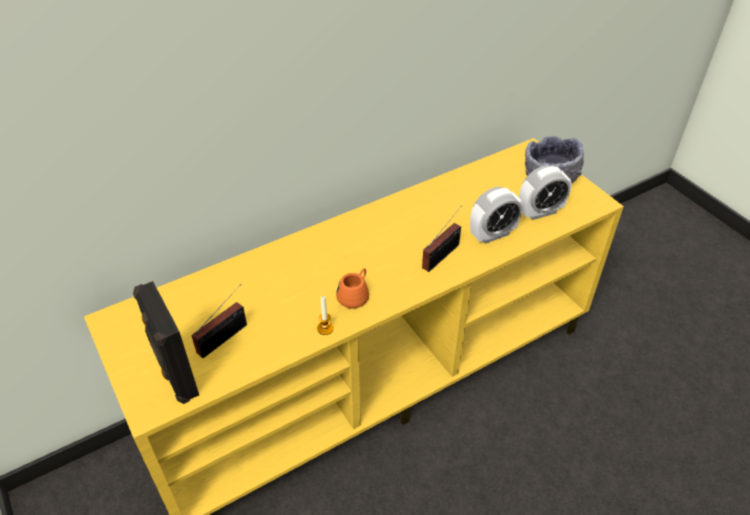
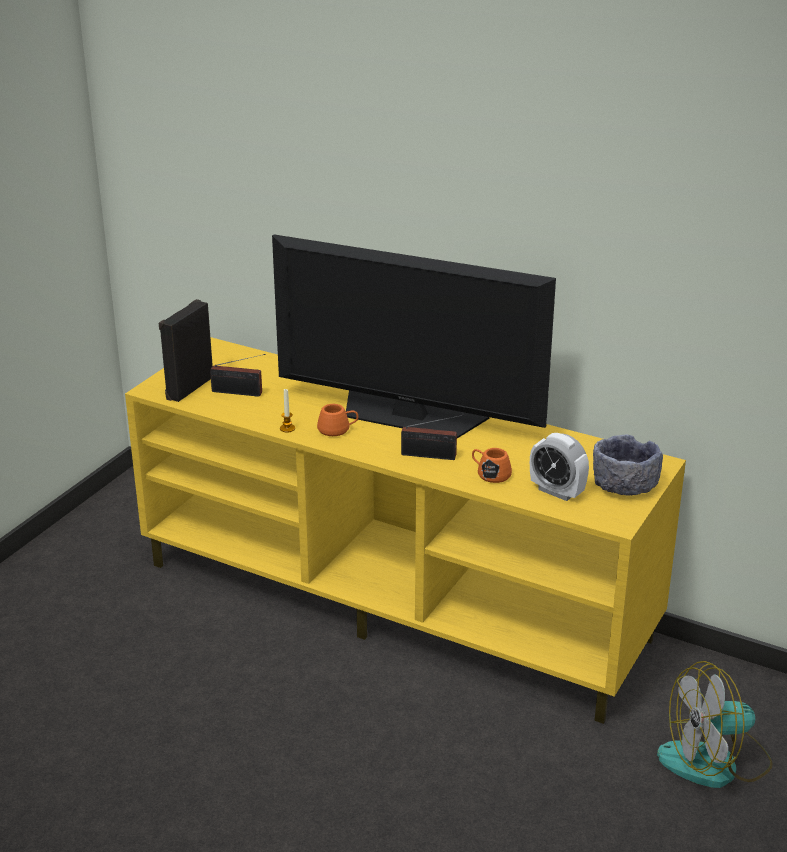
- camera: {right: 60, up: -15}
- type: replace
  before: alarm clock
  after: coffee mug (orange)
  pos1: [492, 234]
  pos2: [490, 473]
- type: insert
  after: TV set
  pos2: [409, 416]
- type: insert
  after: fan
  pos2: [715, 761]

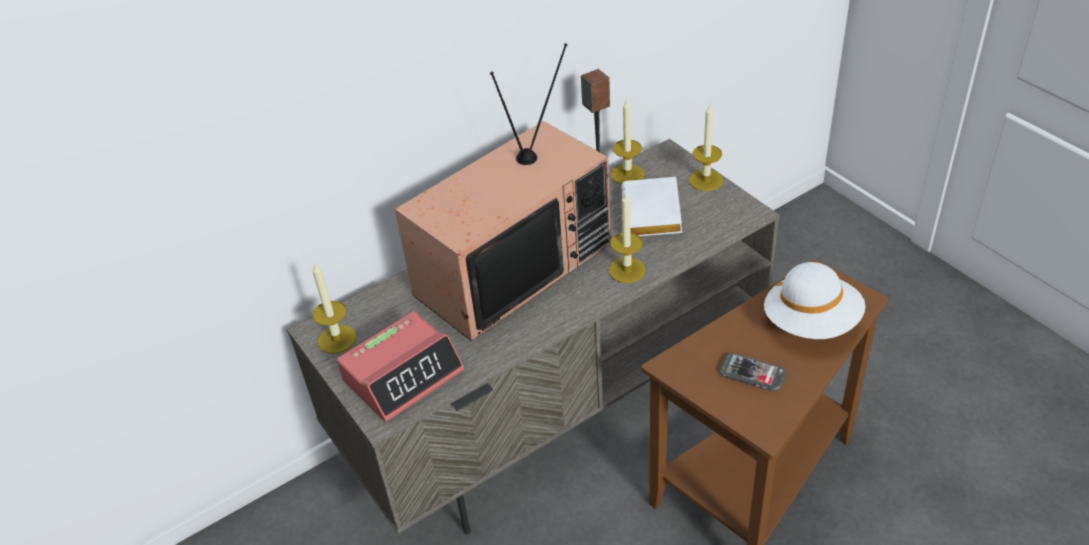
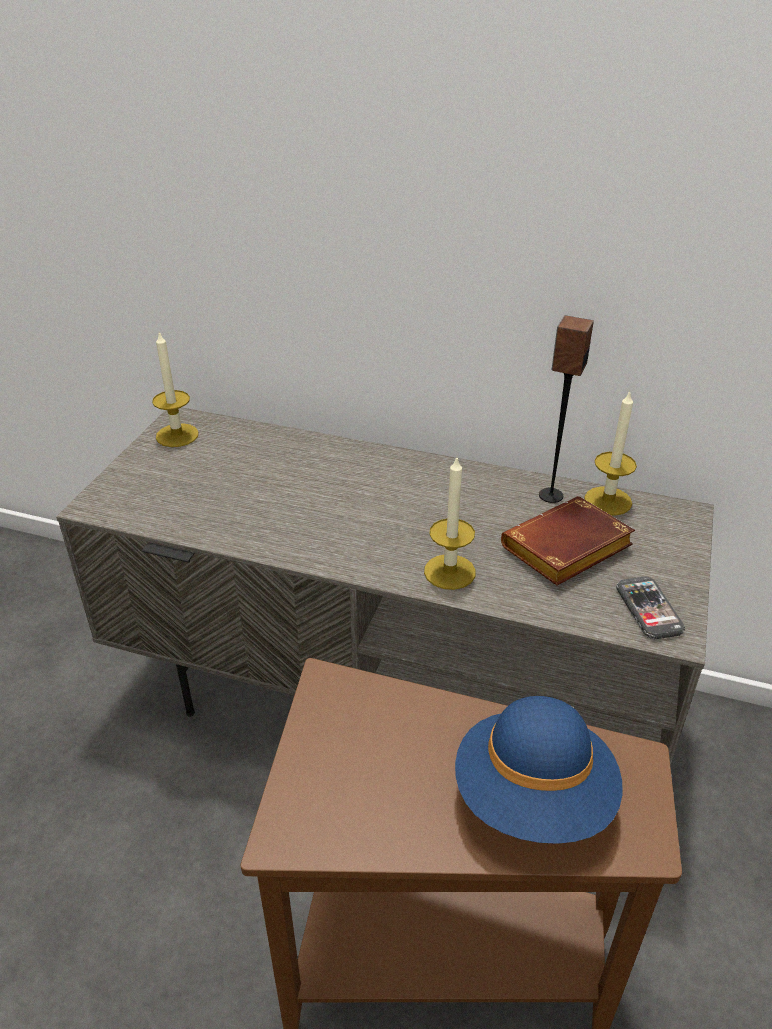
- camera: {right: 50, up: -5}
- type: delete
  before: alarm clock
  pos1: [403, 375]
- type: delete
  before: TV set
  pos1: [513, 266]
- type: recolor
  before: bound book (whitish)
  after: bound book (brown)
  pos1: [654, 215]
  pos2: [566, 551]
- type: delete
  before: wax candle
  pos1: [705, 180]
- type: move
  before: handset
  pos1: [752, 373]
  pos2: [649, 609]
- type: recolor
  before: clothing hat (whitish)
  after: clothing hat (blue)
  pos1: [811, 322]
  pos2: [534, 797]

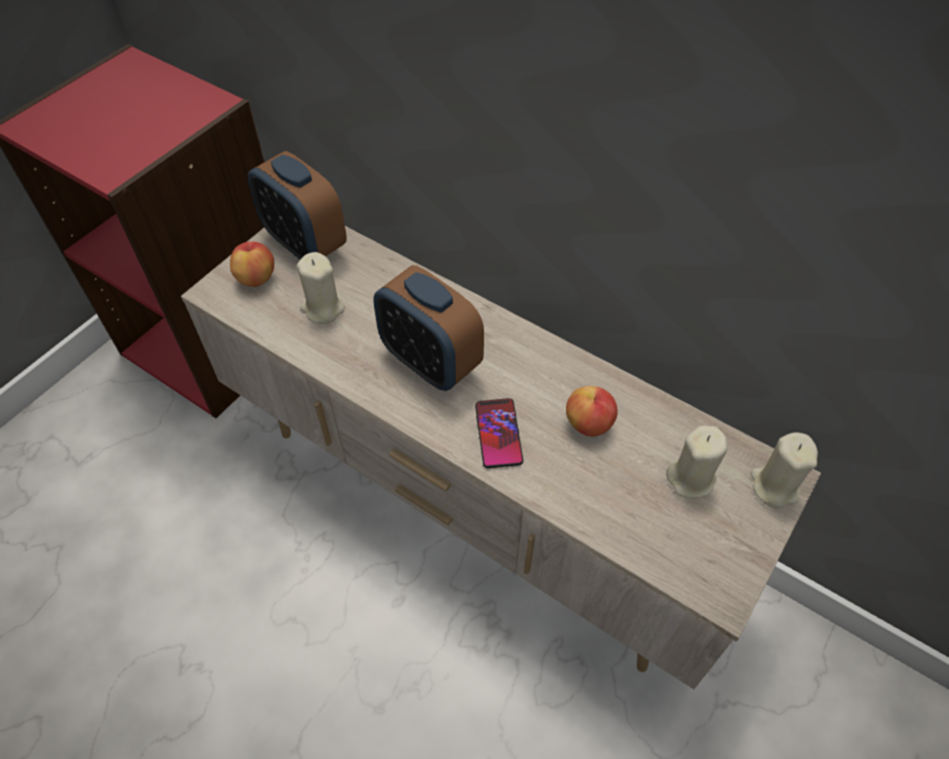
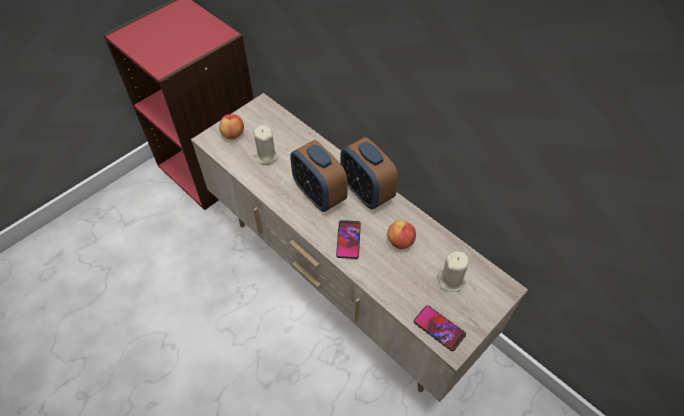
- camera: {right: 10, up: 0}
- type: move
  before: alarm clock
  pos1: [305, 244]
  pos2: [366, 192]
- type: delete
  before: wax candle (sand-coloured)
  pos1: [774, 486]
- type: insert
  after: handset
  pos2: [439, 328]

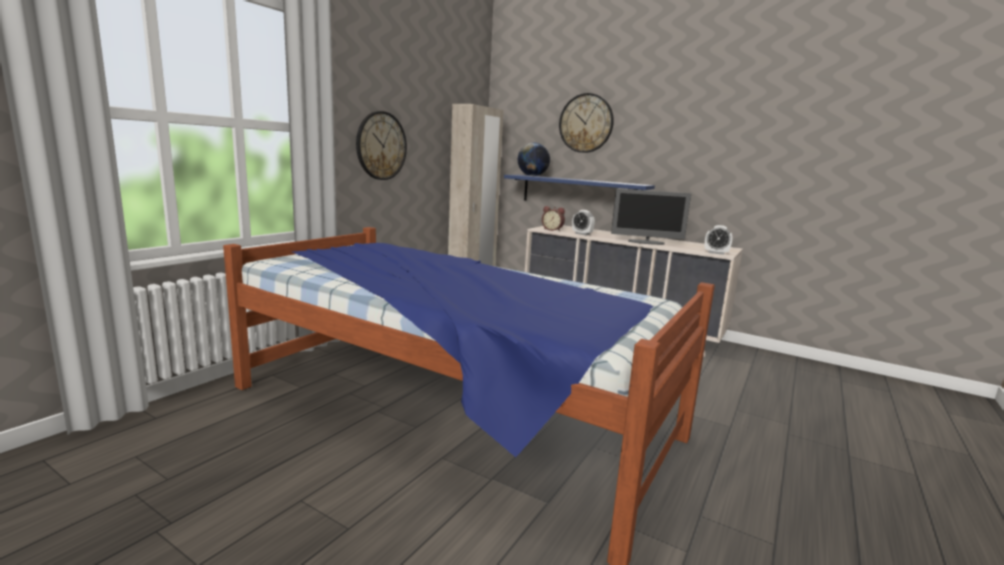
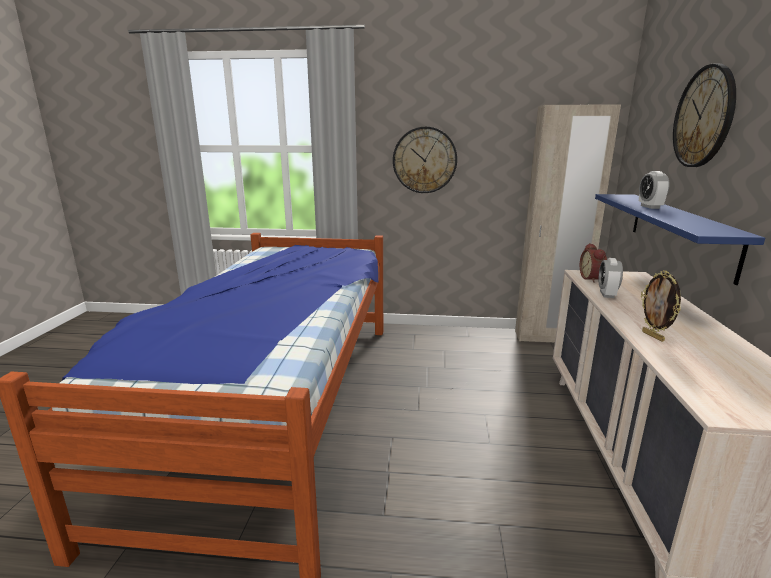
- camera: {right: 65, up: 5}
- type: delete
  before: globe
  pos1: [532, 176]
- type: replace
  before: computer screen
  after: photo frame
  pos1: [646, 242]
  pos2: [653, 336]
- type: move
  before: alarm clock
  pos1: [716, 253]
  pos2: [650, 207]

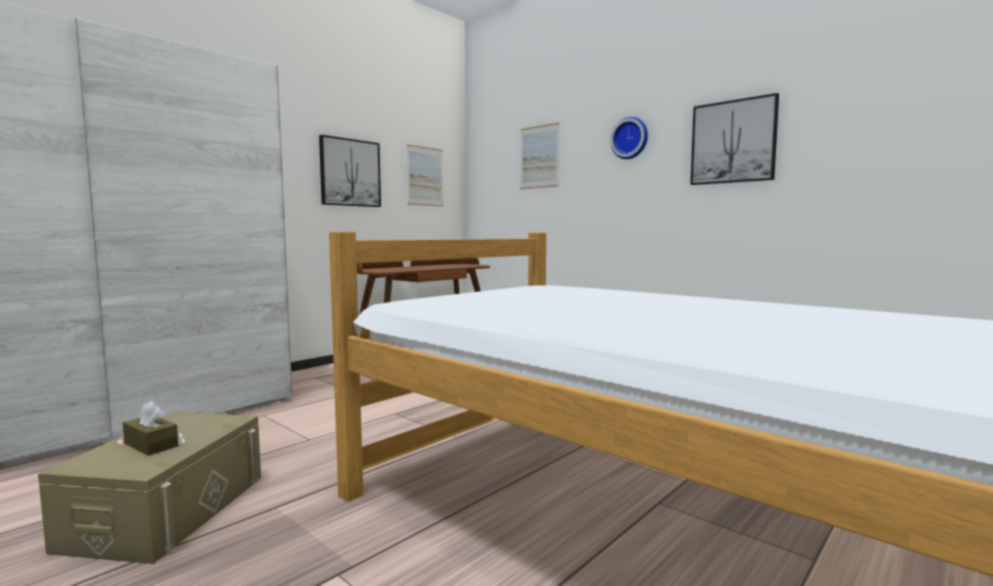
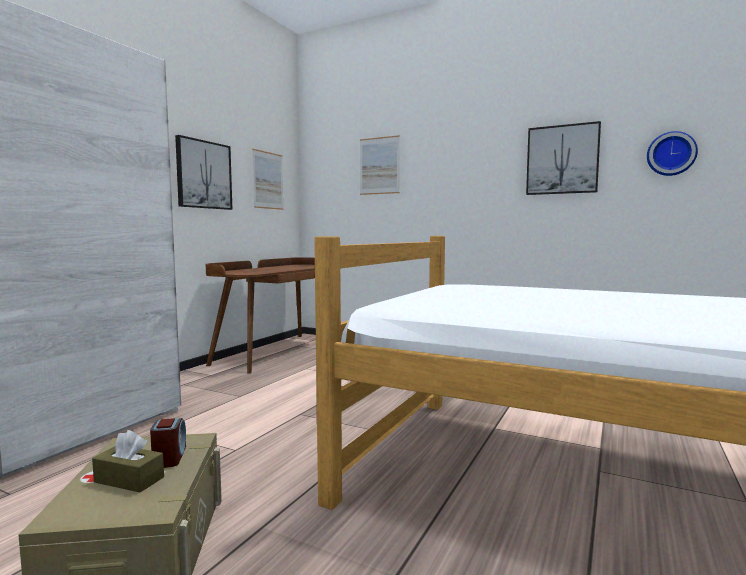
- camera: {right: -15, up: 0}
- type: move
  before: clock on the wall
  pos1: [630, 138]
  pos2: [671, 154]
- type: insert
  after: alarm clock
  pos2: [169, 457]

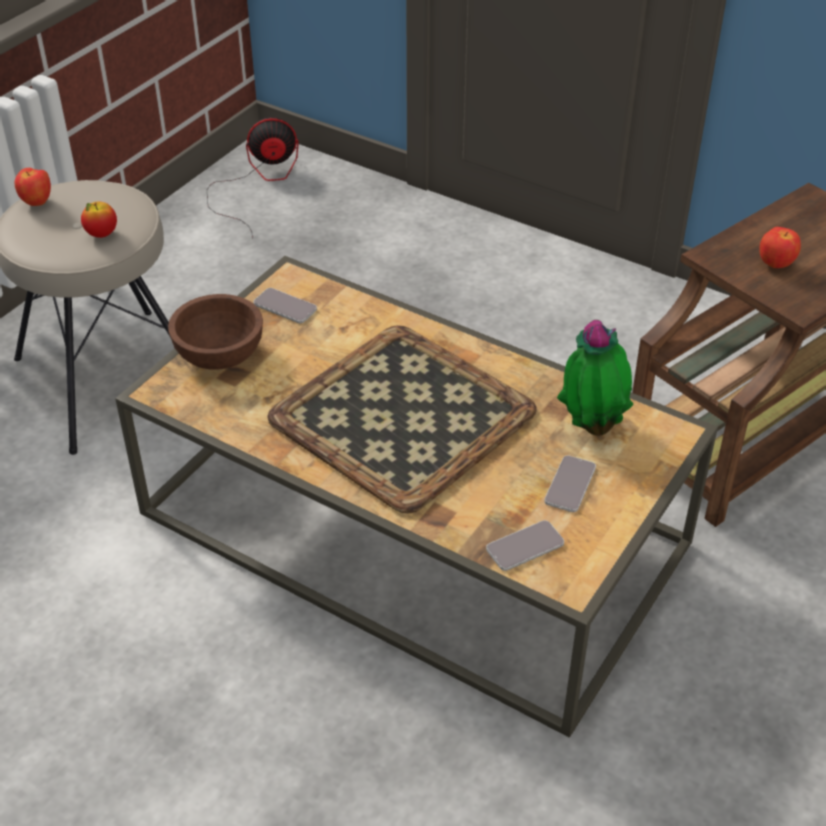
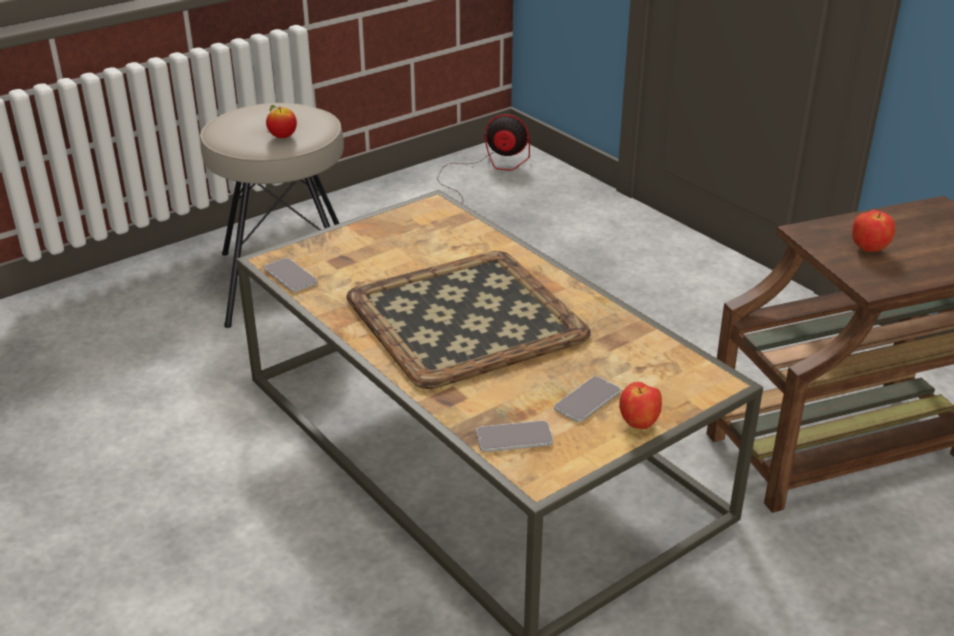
- camera: {right: 20, up: -10}
- type: move
  before: apple fruit
  pos1: [37, 203]
  pos2: [639, 424]
- type: delete
  before: serving bowl (brown)
  pos1: [219, 355]
- type: move
  before: handset
  pos1: [285, 307]
  pos2: [290, 276]
- type: delete
  before: houseplant
  pos1: [592, 426]

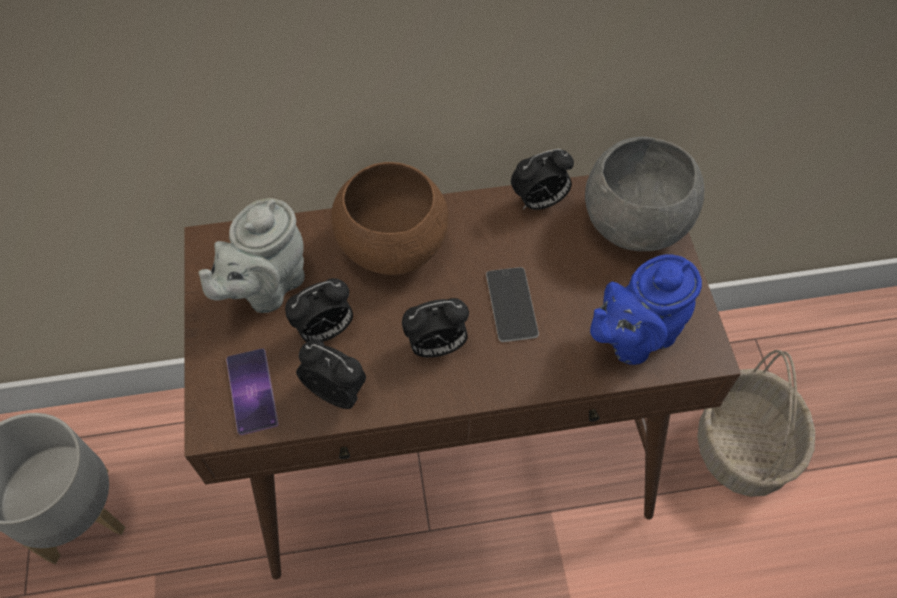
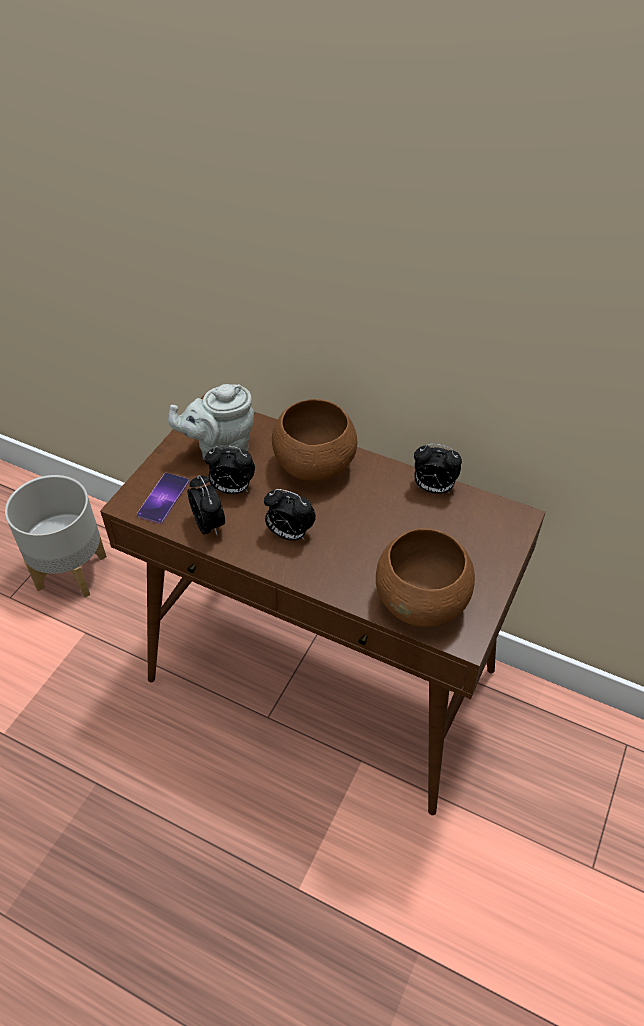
- camera: {right: 35, up: -10}
- type: delete
  before: handset
  pos1: [511, 304]
- type: delete
  before: serving bowl (gray)
  pos1: [636, 222]
- type: replace
  before: pot for tea (blue)
  after: serving bowl (brown)
  pos1: [633, 337]
  pos2: [422, 601]
- type: delete
  before: basket
  pos1: [743, 448]

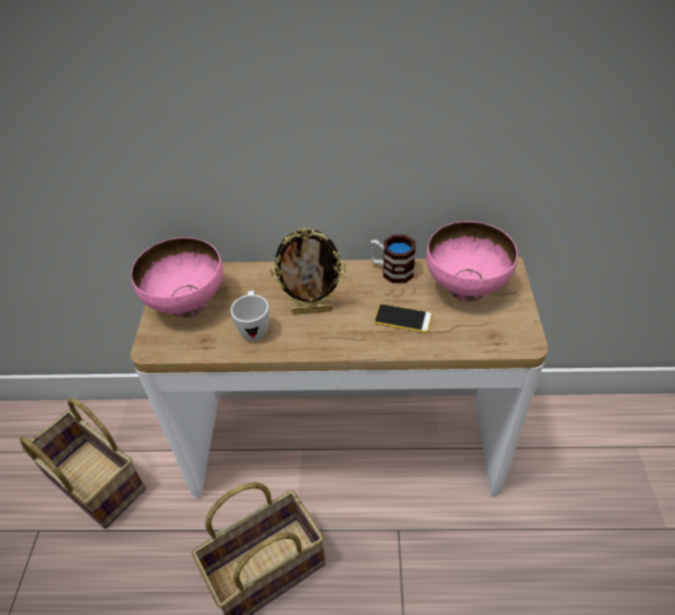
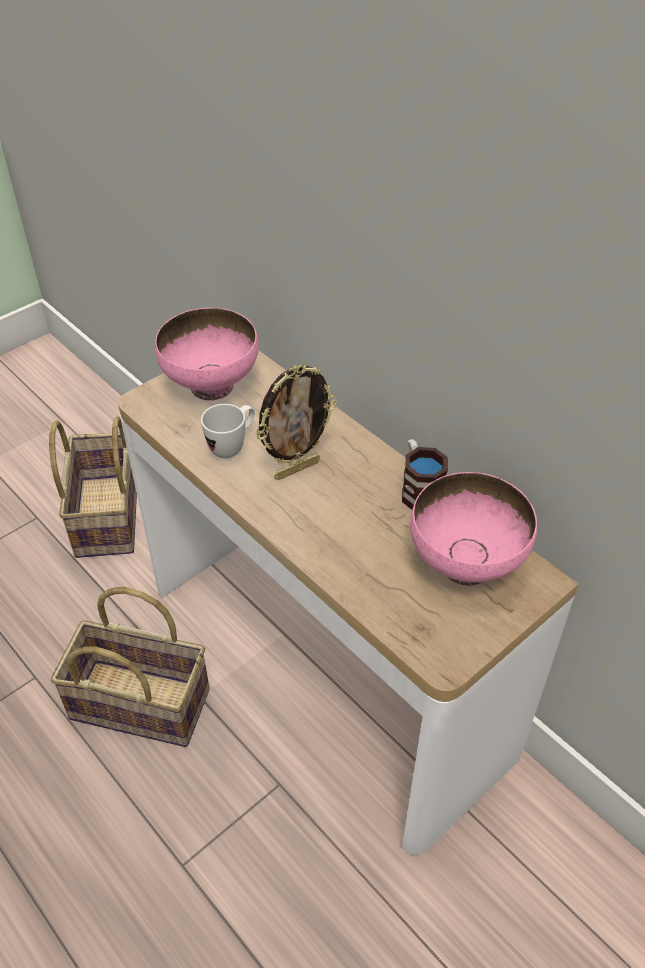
- camera: {right: 45, up: 0}
- type: rotate
  before: photo frame
  pos1: [312, 310]
  pos2: [296, 469]
  turn: -75
- type: delete
  before: handset
  pos1: [402, 319]

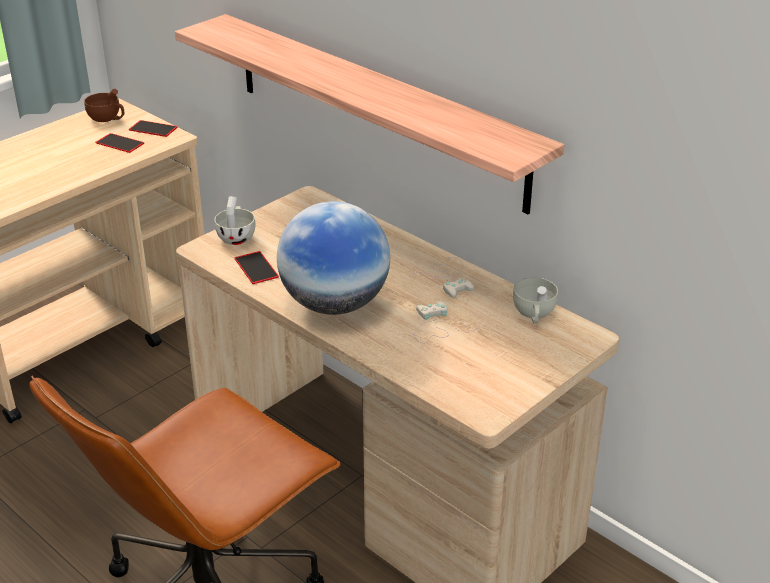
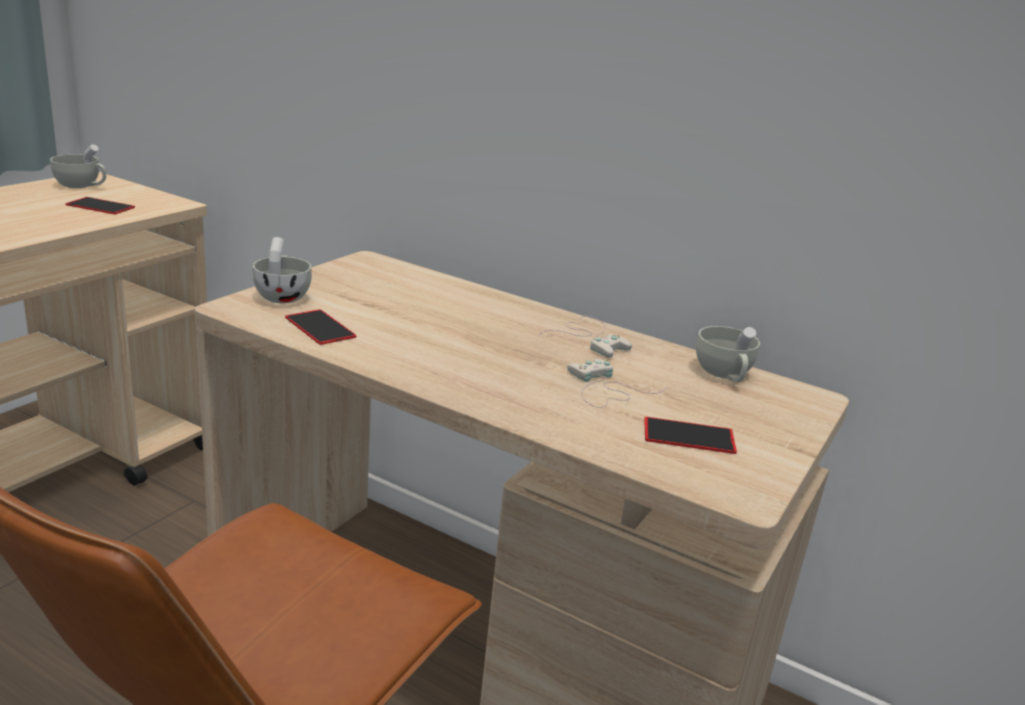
- camera: {right: -15, up: -10}
- type: recolor
  before: small cup (brown)
  after: small cup (whitish)
  pos1: [107, 119]
  pos2: [82, 186]
- type: move
  before: handset
  pos1: [153, 128]
  pos2: [689, 436]
- type: delete
  before: bracket shelf
  pos1: [375, 109]
- type: delete
  before: globe
  pos1: [334, 304]

